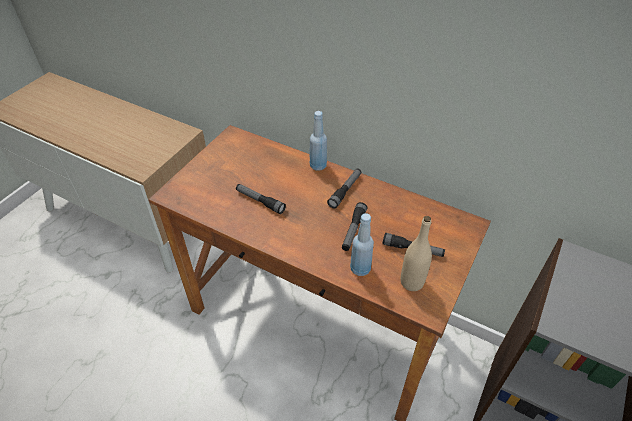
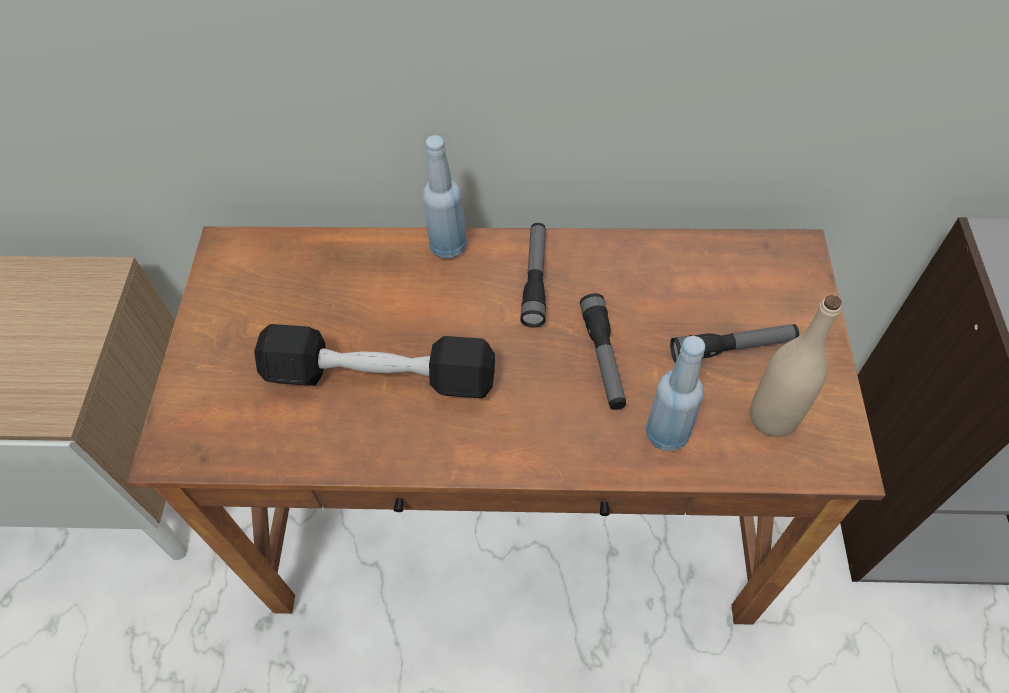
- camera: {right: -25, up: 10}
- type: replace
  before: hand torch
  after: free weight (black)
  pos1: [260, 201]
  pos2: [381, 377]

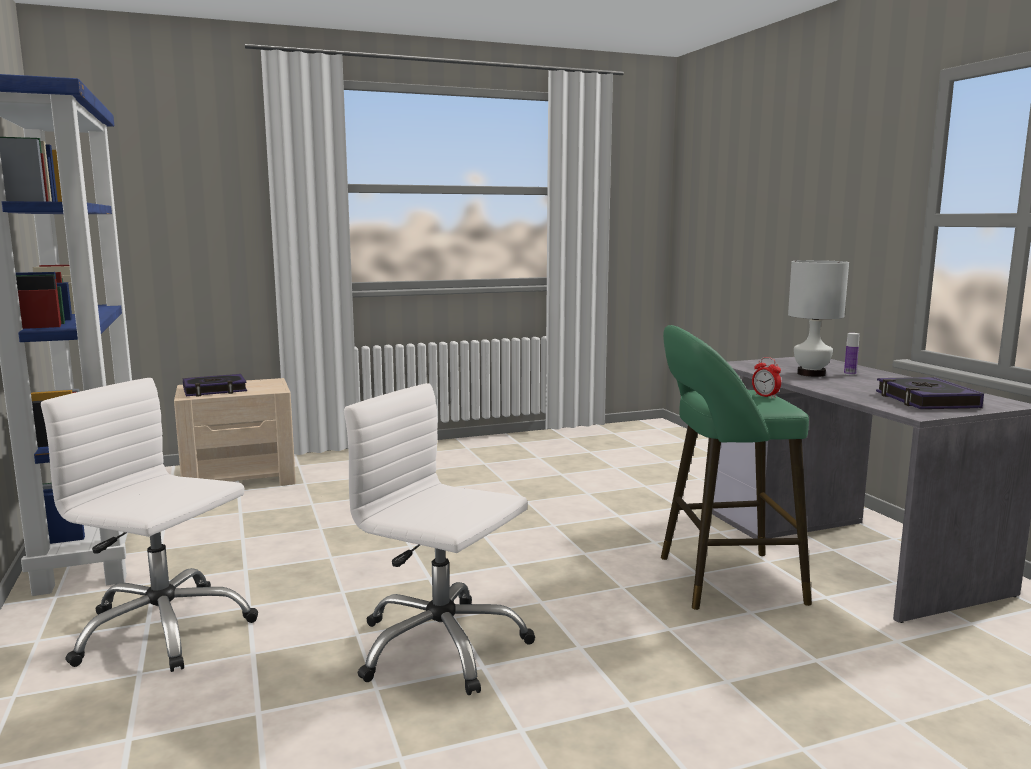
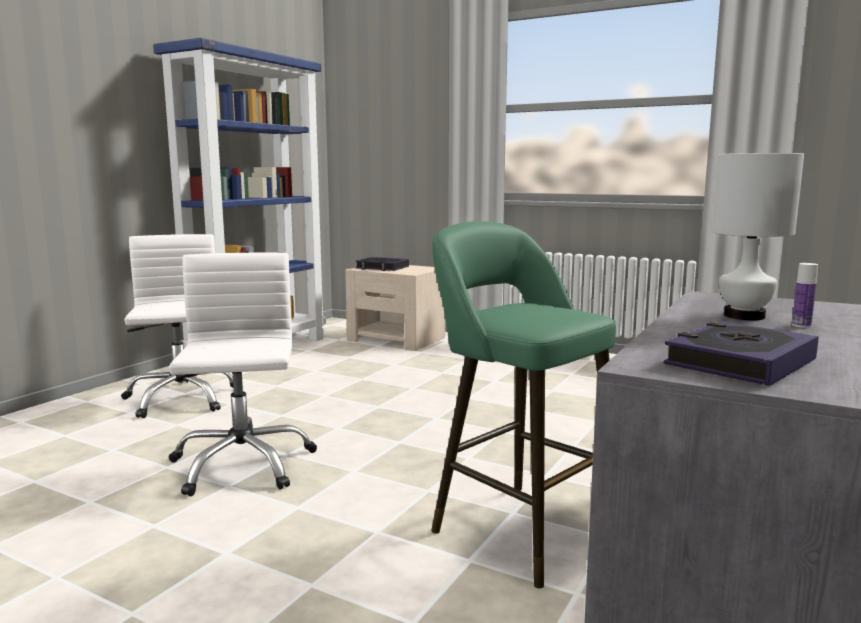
- camera: {right: 50, up: 0}
- type: delete
  before: alarm clock
  pos1: [765, 396]

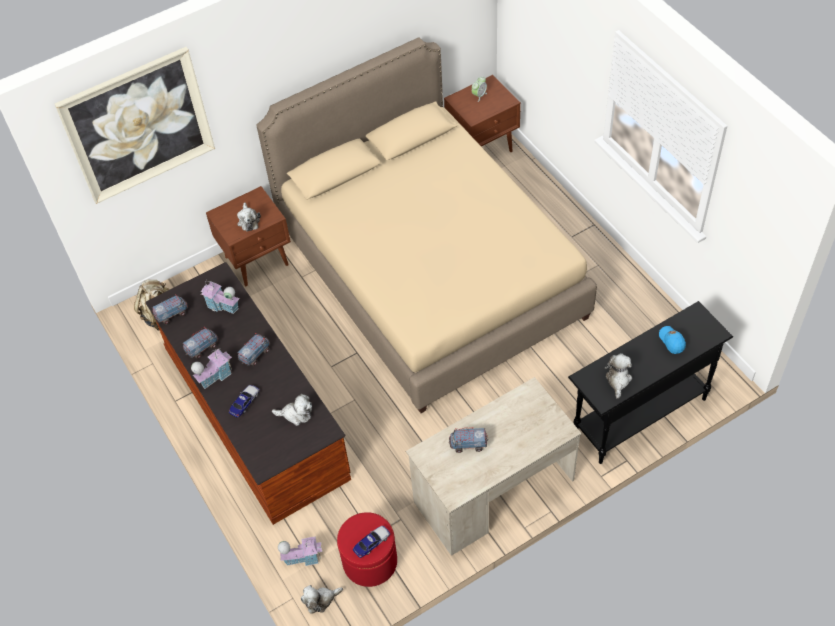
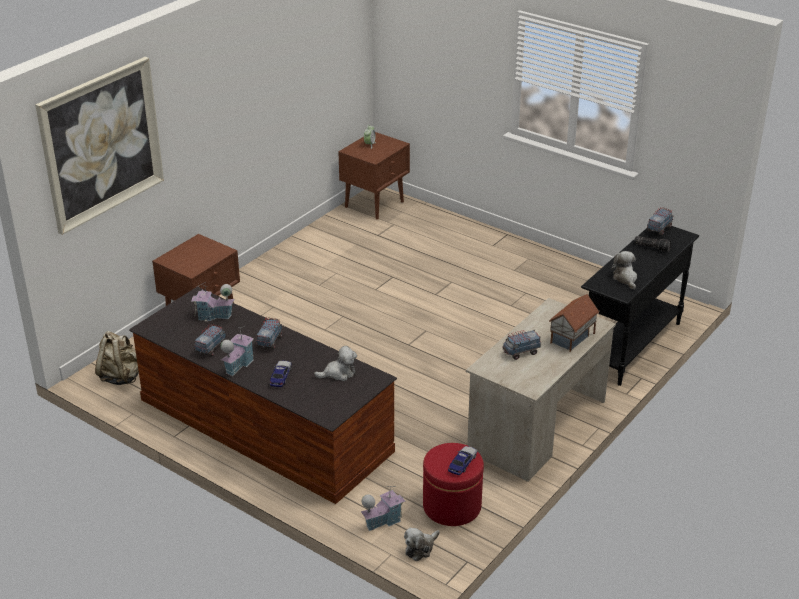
- camera: {right: -25, up: -20}
- type: move
  before: toy truck
  pos1: [172, 314]
  pos2: [659, 229]
- type: delete
  before: cuddly toy
  pos1: [248, 221]
- type: delete
  before: bed (sand-coloured)
  pos1: [429, 272]
- type: replace
  before: cap (blue)
  after: hand torch
  pos1: [672, 341]
  pos2: [652, 247]
- type: insert
  after: model house
  pos2: [573, 338]

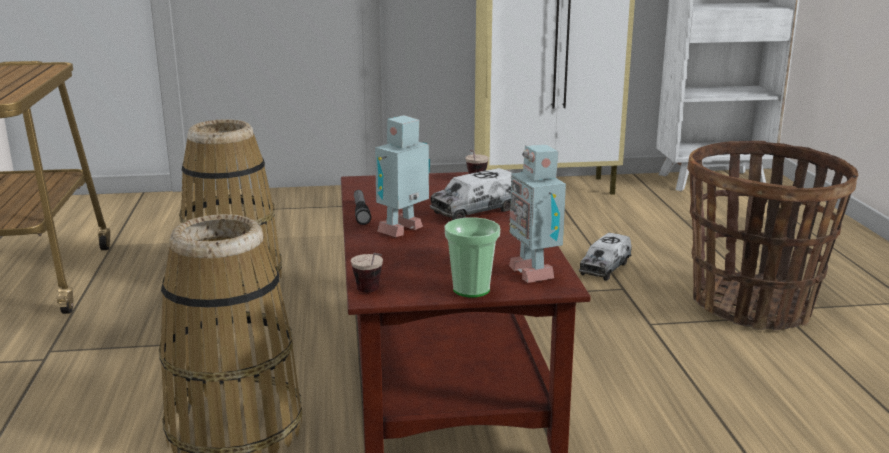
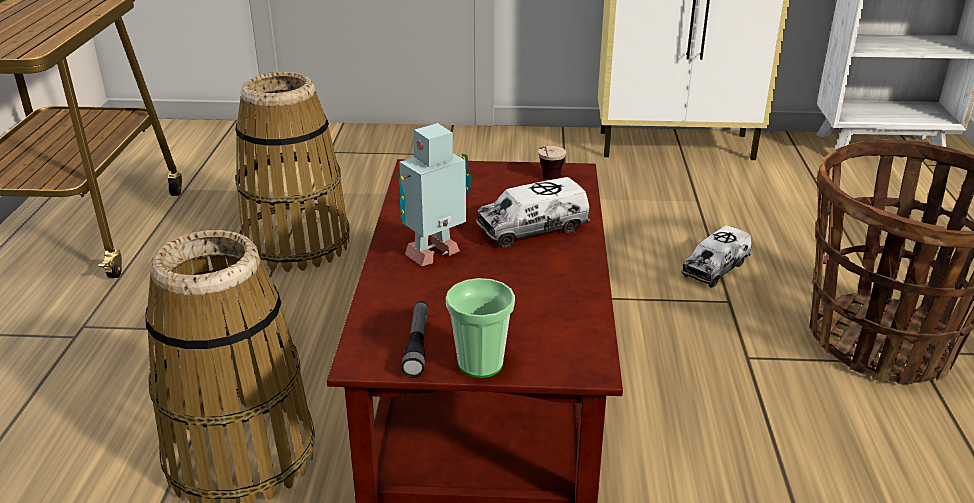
- camera: {right: 10, up: 10}
- type: delete
  before: small cup
  pos1: [372, 294]
- type: move
  before: hand torch
  pos1: [361, 212]
  pos2: [417, 344]
- type: delete
  before: robot figure
  pos1: [534, 272]

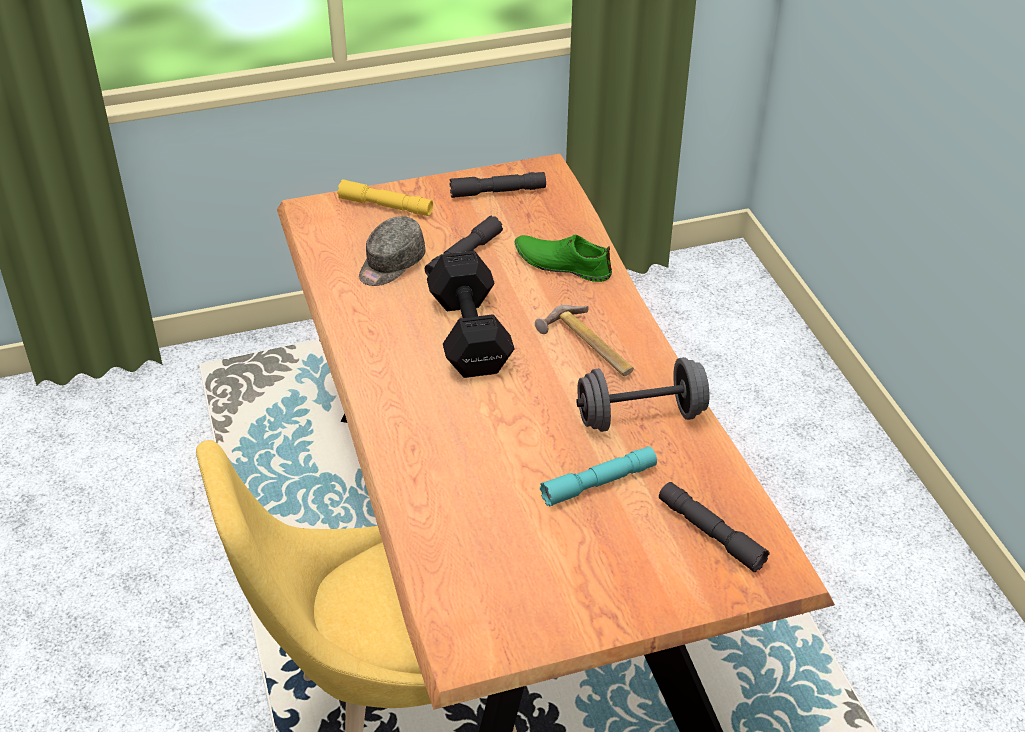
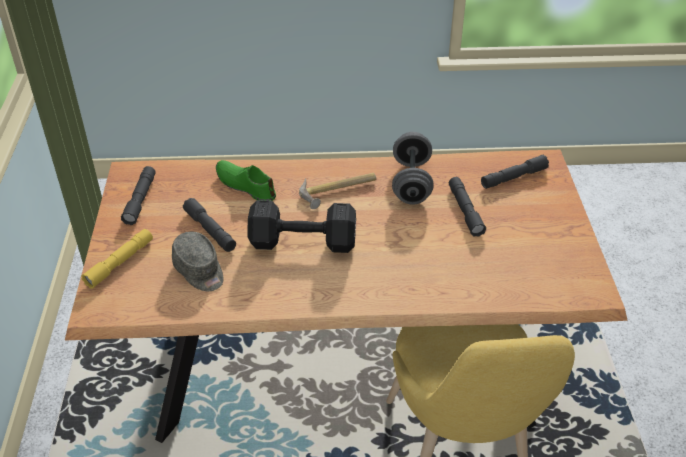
- camera: {right: -75, up: 0}
- type: rotate
  before: item of footwear (green)
  pos1: [562, 264]
  pos2: [245, 185]
  turn: 90
- type: recolor
  before: hand torch (blue-green)
  after: hand torch (gray)
  pos1: [598, 483]
  pos2: [465, 211]

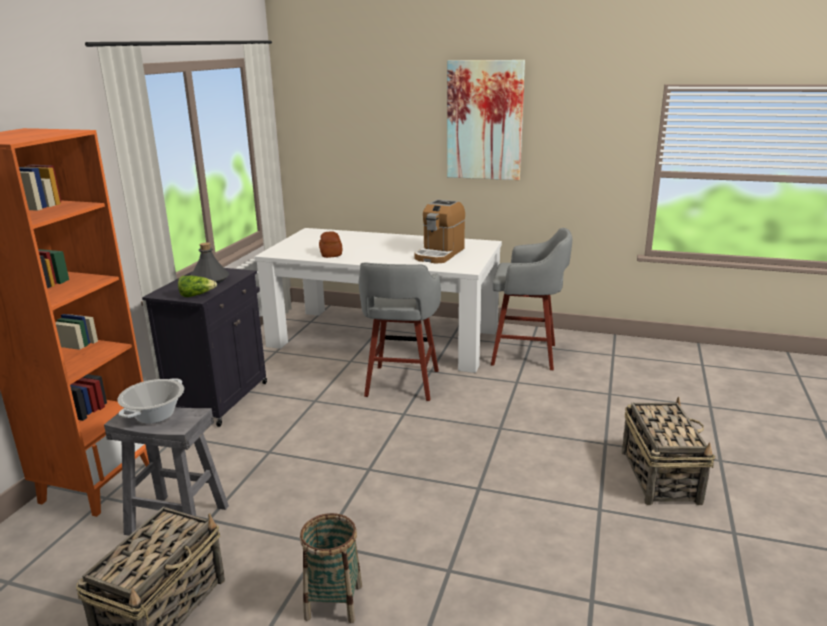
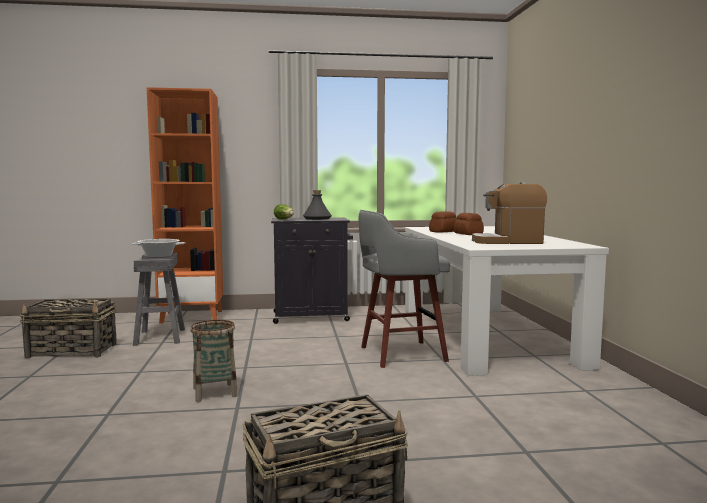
- camera: {right: 65, up: -15}
- type: move
  before: basket
  pos1: [333, 602]
  pos2: [215, 392]
- type: delete
  before: wall art
  pos1: [484, 121]
- type: delete
  before: stool seat (gray)
  pos1: [526, 355]
- type: insert
  after: bakery bread
  pos2: [468, 234]

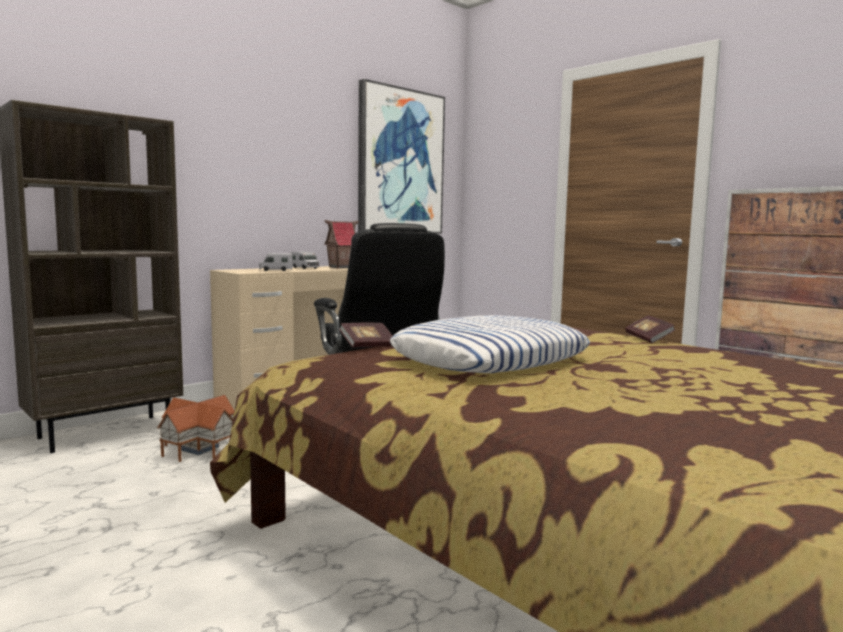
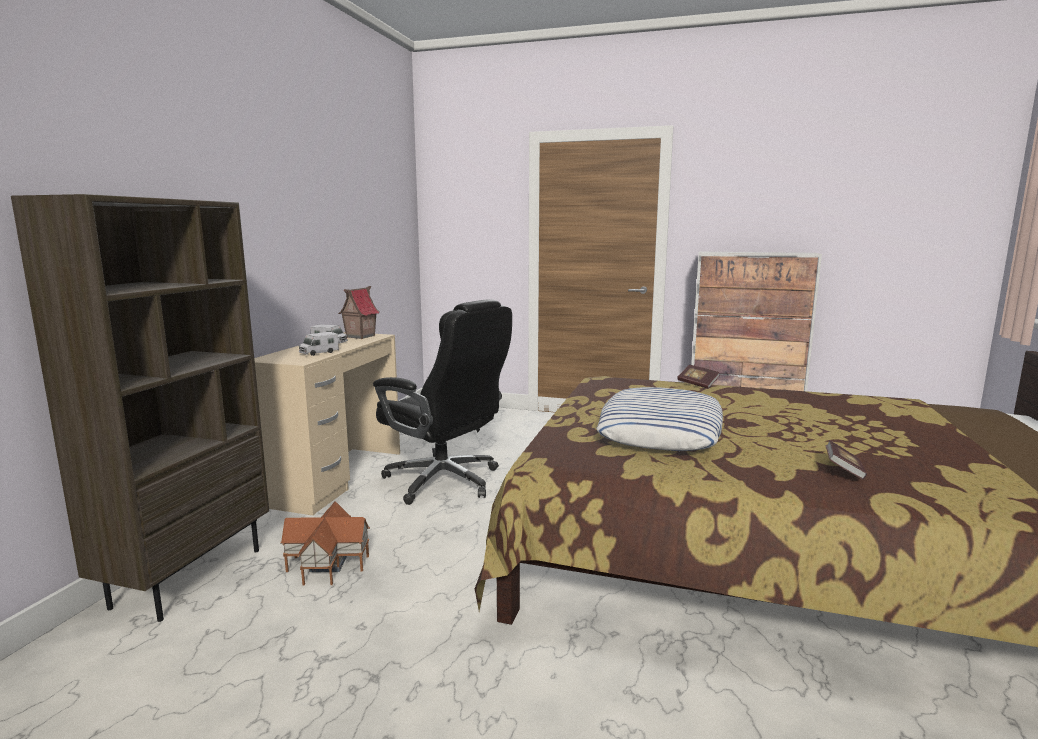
- camera: {right: -30, up: 5}
- type: move
  before: bound book
  pos1: [368, 346]
  pos2: [843, 471]
- type: delete
  before: wall art
  pos1: [400, 162]

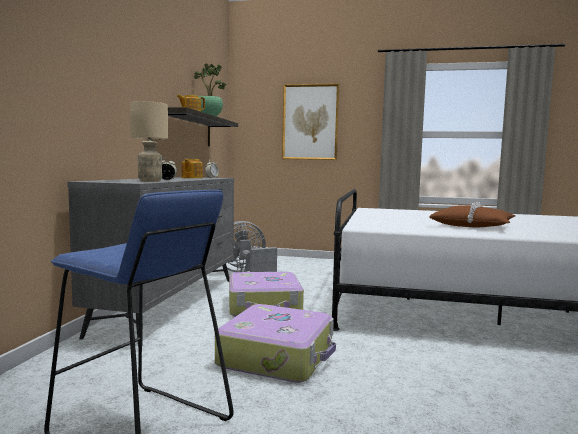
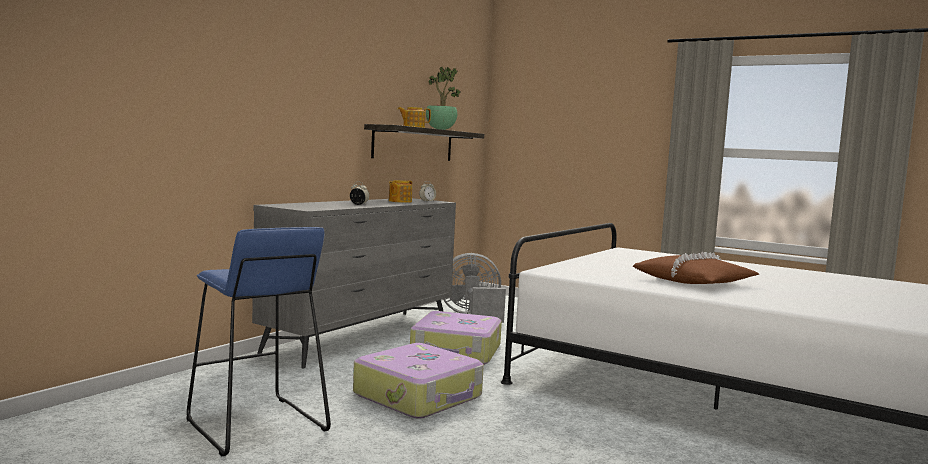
- camera: {right: 20, up: 0}
- type: delete
  before: table lamp (sand-coloured)
  pos1: [149, 181]
- type: delete
  before: wall art
  pos1: [310, 122]

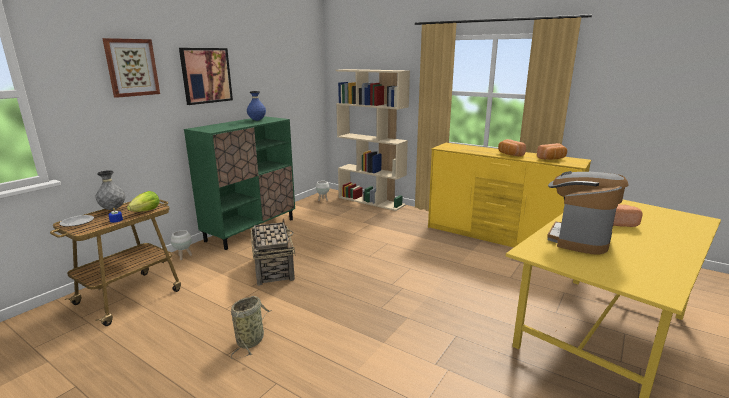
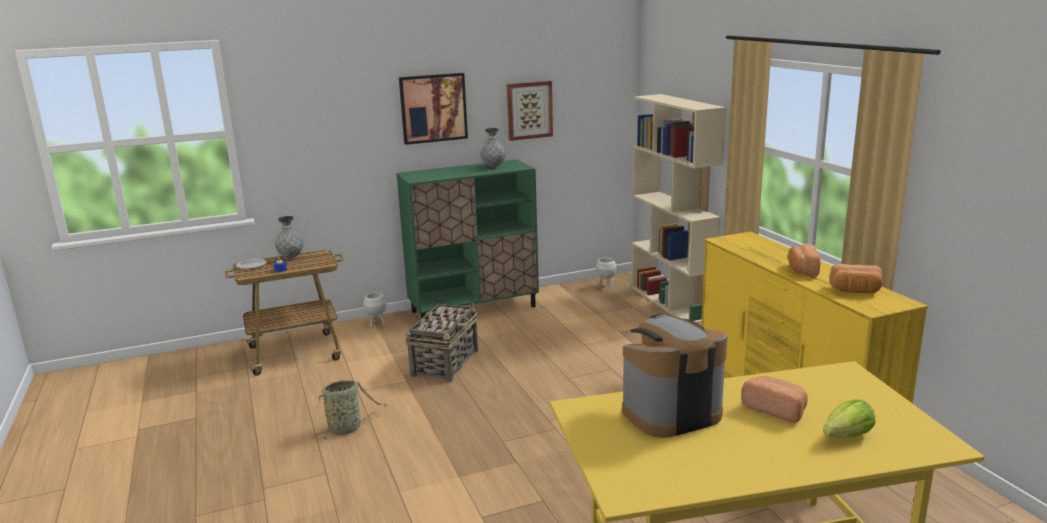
- camera: {right: 35, up: 0}
- type: move
  before: wall art
  pos1: [131, 67]
  pos2: [529, 110]
- type: move
  before: lettuce
  pos1: [146, 211]
  pos2: [848, 436]
- type: recolor
  before: decorative vase (blue)
  after: decorative vase (gray)
  pos1: [257, 120]
  pos2: [493, 167]

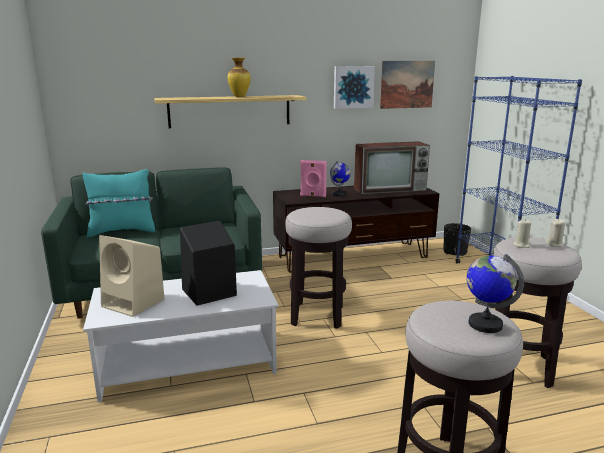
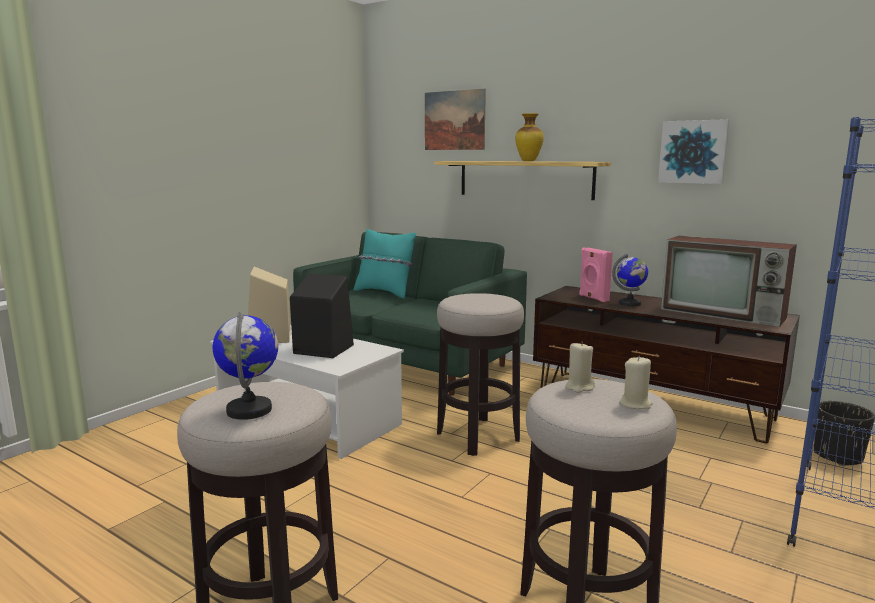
- camera: {right: 50, up: -5}
- type: move
  before: wall art
  pos1: [407, 84]
  pos2: [454, 120]

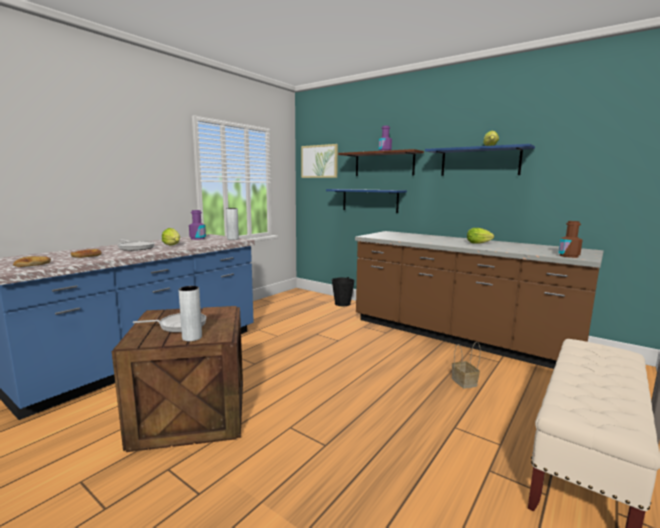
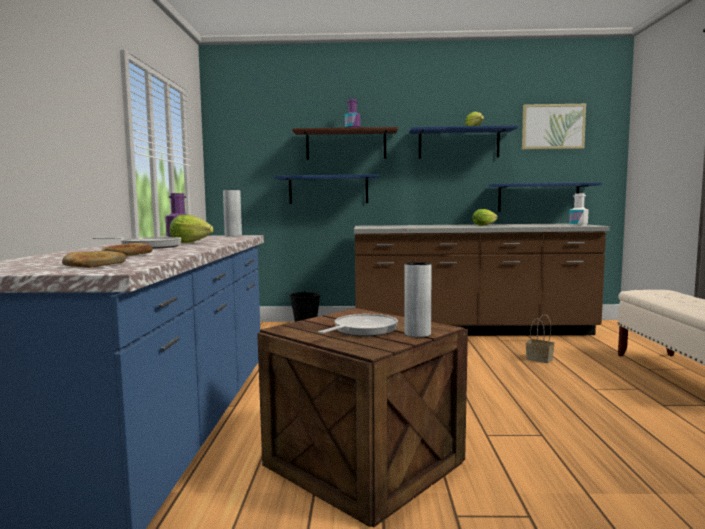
- camera: {right: -35, up: -5}
- type: move
  before: wall art
  pos1: [319, 161]
  pos2: [553, 127]
- type: recolor
  before: beverage bottle (brown)
  after: beverage bottle (whitish)
  pos1: [568, 256]
  pos2: [578, 225]
- type: insert
  after: bracket shelf (blue)
  pos2: [538, 197]

